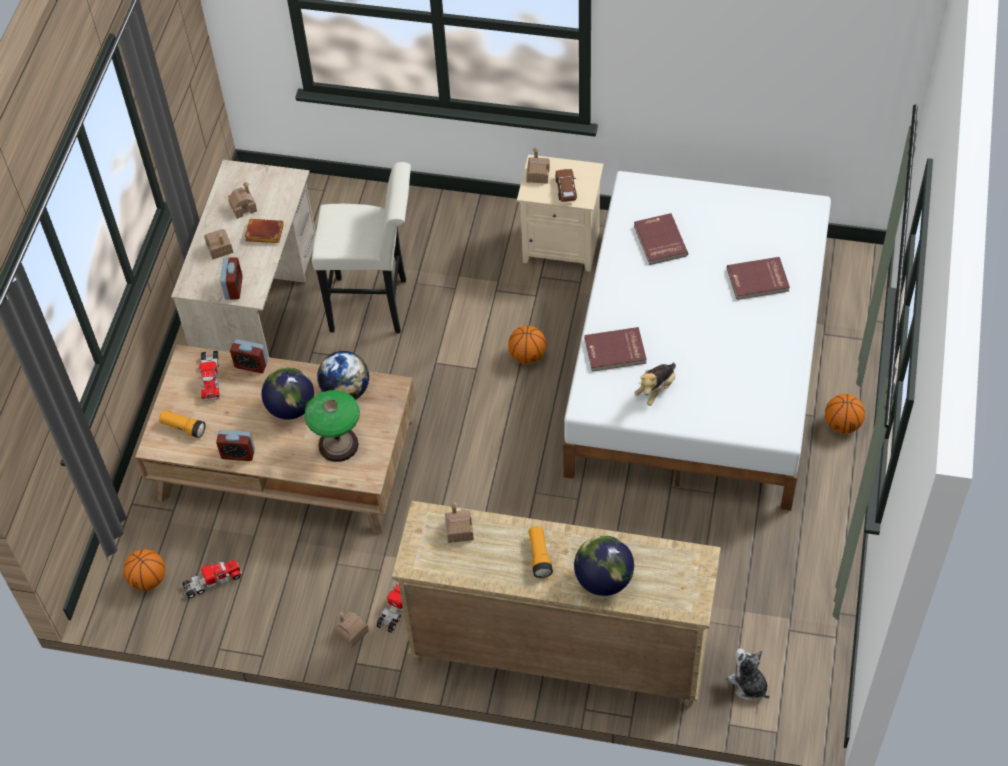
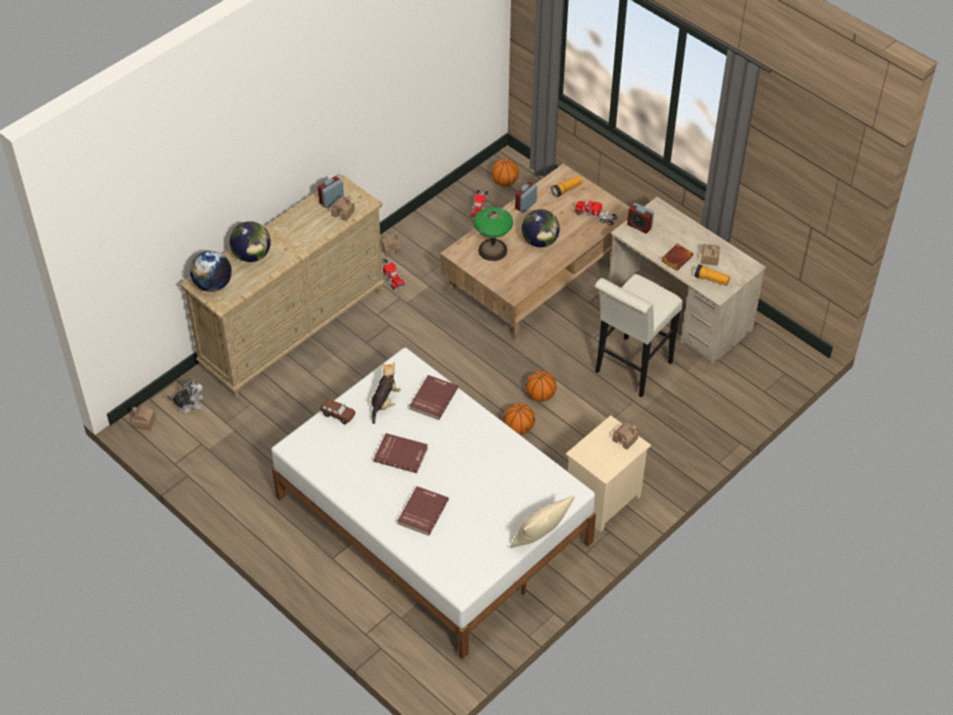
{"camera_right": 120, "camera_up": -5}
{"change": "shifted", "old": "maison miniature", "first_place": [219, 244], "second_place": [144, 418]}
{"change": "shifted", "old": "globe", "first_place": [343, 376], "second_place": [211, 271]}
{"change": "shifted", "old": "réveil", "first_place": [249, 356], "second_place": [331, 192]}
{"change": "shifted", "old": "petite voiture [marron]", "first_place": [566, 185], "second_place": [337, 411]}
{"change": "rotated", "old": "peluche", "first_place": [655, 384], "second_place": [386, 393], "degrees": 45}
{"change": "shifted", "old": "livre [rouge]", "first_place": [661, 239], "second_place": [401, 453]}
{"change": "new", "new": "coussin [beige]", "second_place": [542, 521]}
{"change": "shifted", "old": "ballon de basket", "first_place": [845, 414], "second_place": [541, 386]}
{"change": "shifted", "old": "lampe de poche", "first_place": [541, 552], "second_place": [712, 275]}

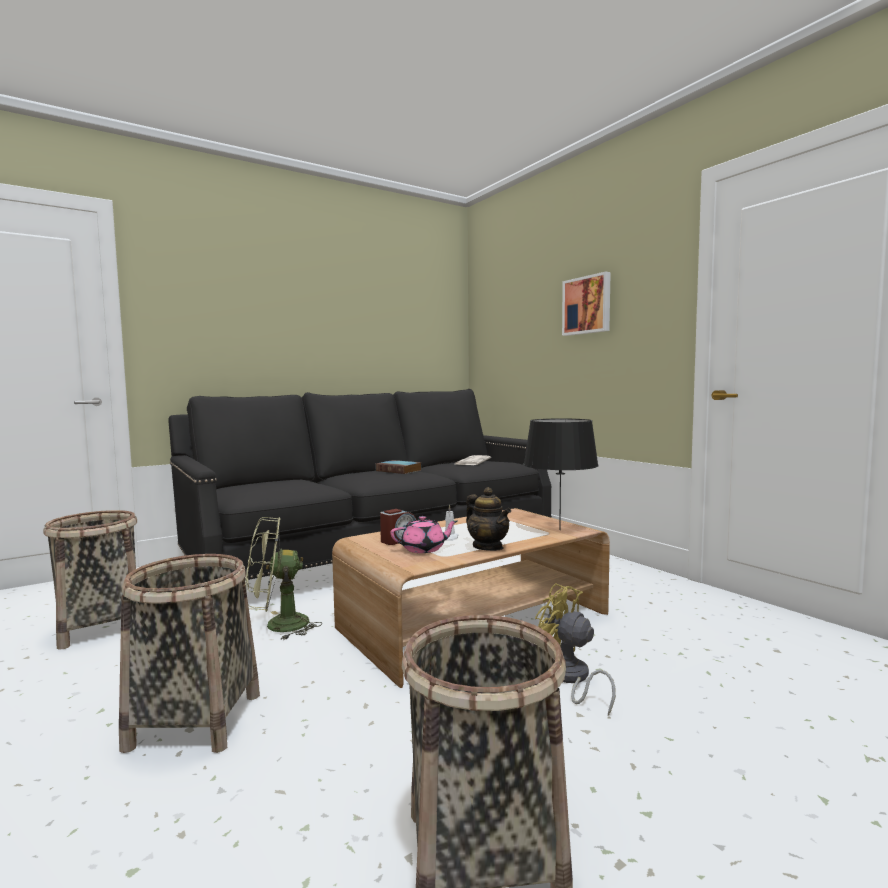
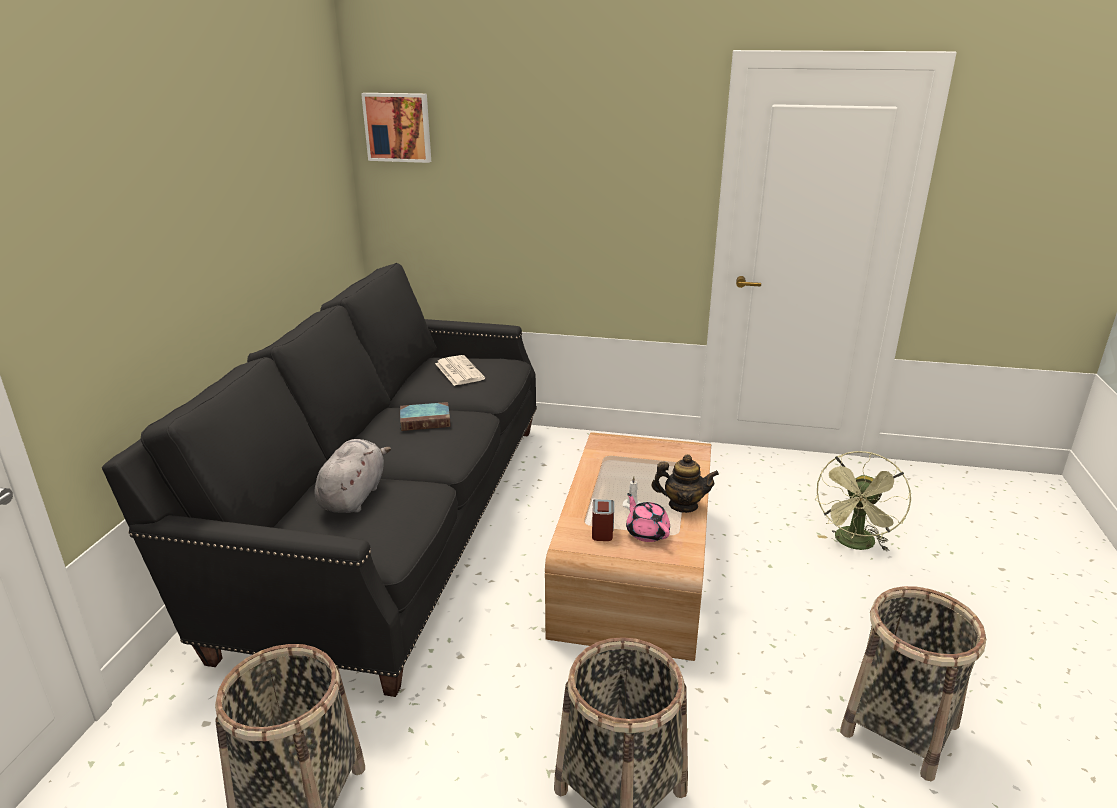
{"camera_right": -45, "camera_up": 20}
{"change": "new", "new": "peluche [gris]", "second_place": [352, 476]}
{"change": "shifted", "old": "tableau", "first_place": [586, 304], "second_place": [396, 128]}
{"change": "rotated", "old": "théière [rose]", "first_place": [424, 534], "second_place": [648, 517], "degrees": -60}
{"change": "shifted", "old": "ventilateur [vert]", "first_place": [283, 578], "second_place": [863, 501]}
{"change": "gone", "old": "lampe de table [noir]", "first_place": [561, 474]}
{"change": "gone", "old": "ventilateur [jaune]", "first_place": [575, 649]}

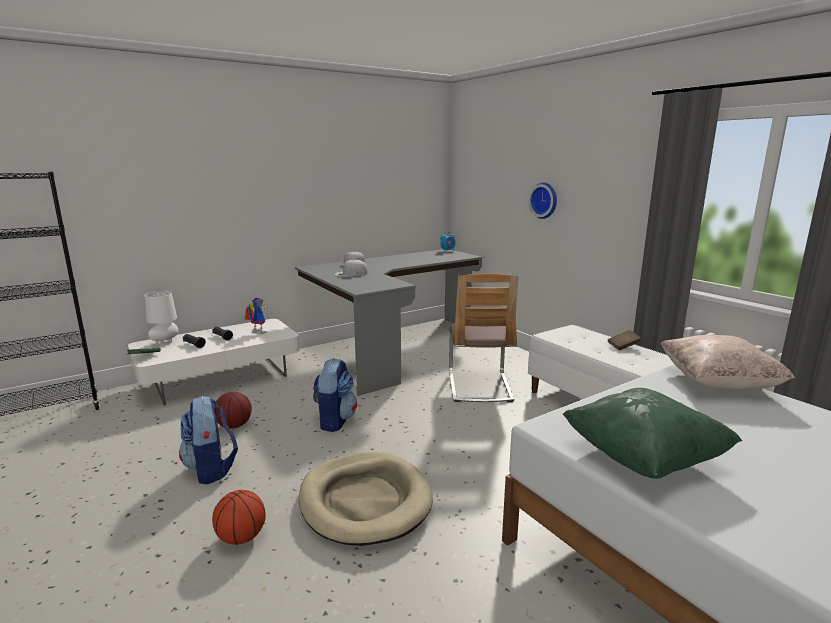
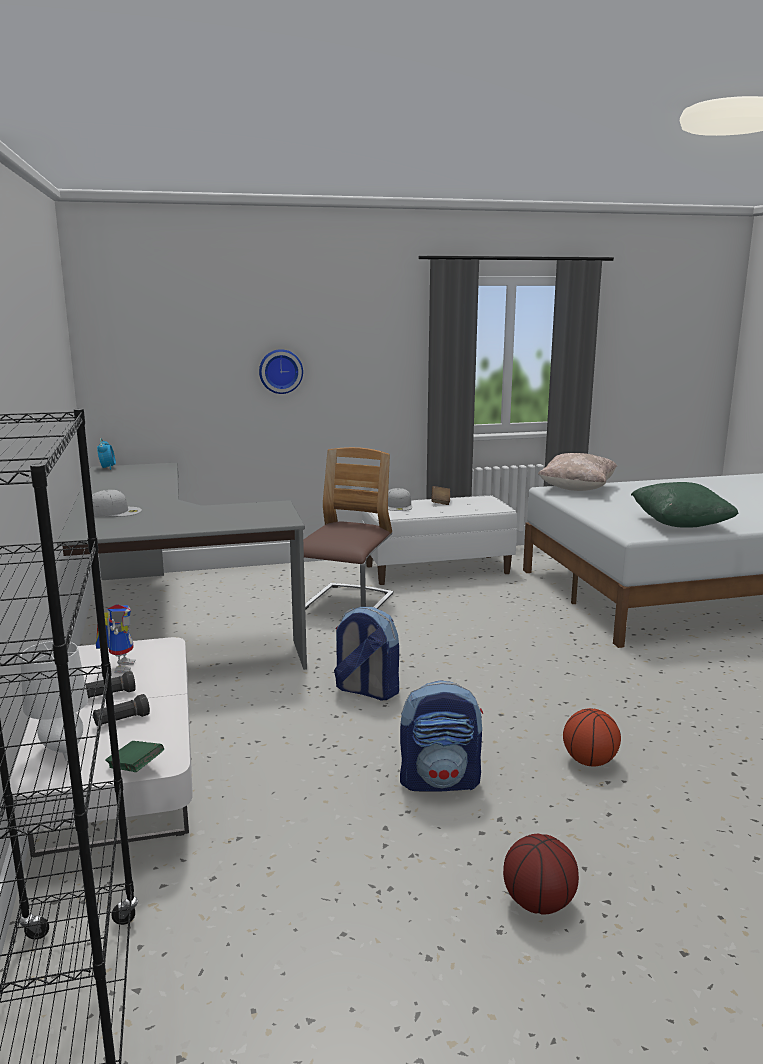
{"camera_right": -70, "camera_up": 0}
{"change": "rotated", "old": "robot jouet", "first_place": [256, 316], "second_place": [115, 638], "degrees": 120}
{"change": "rotated", "old": "chaise", "first_place": [484, 337], "second_place": [348, 528], "degrees": -90}
{"change": "shifted", "old": "casquette [blanc]", "first_place": [351, 268], "second_place": [400, 499]}
{"change": "shifted", "old": "ballon de basket", "first_place": [233, 410], "second_place": [541, 874]}
{"change": "gone", "old": "panier pour chien [beige]", "first_place": [366, 499]}

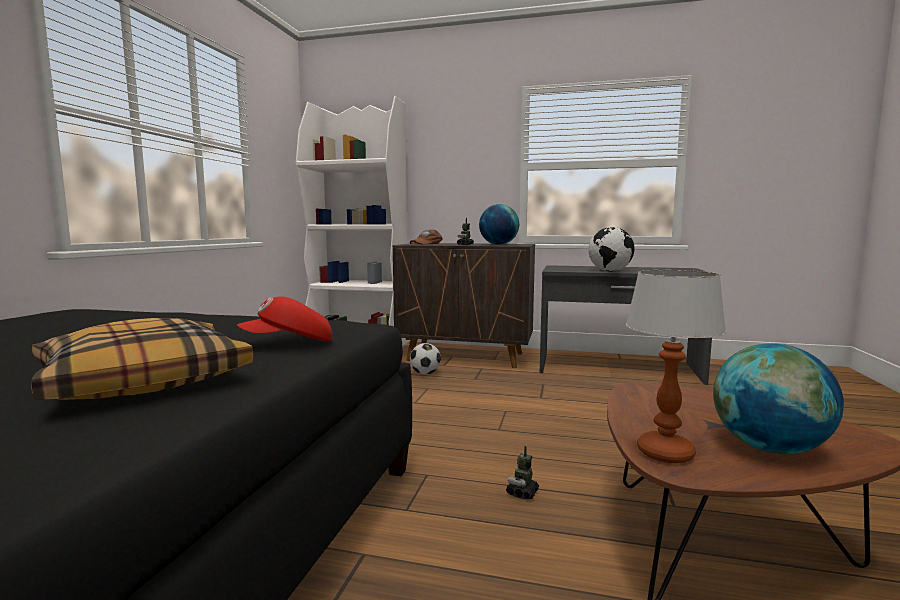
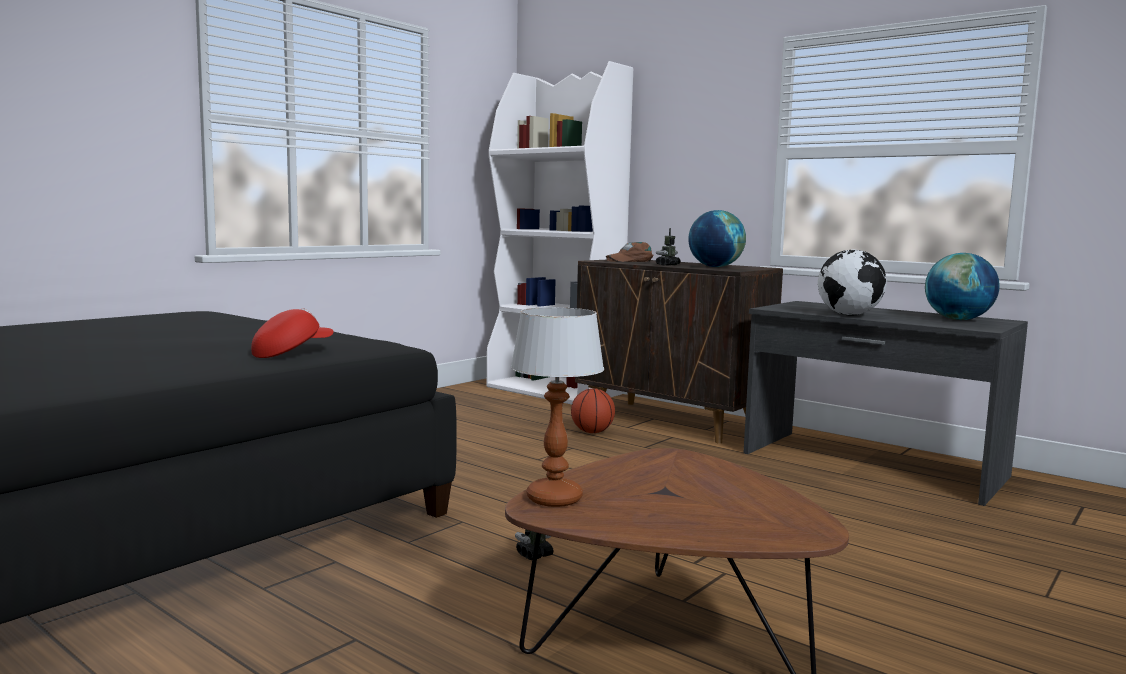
{"camera_right": 25, "camera_up": 0}
{"change": "rotated", "old": "casquette [rouge]", "first_place": [284, 318], "second_place": [292, 333], "degrees": 135}
{"change": "swapped", "old": "ballon de foot", "new": "ballon de basket", "first_place": [425, 358], "second_place": [593, 410]}
{"change": "shifted", "old": "globe", "first_place": [778, 398], "second_place": [962, 286]}
{"change": "gone", "old": "coussin", "first_place": [142, 359]}

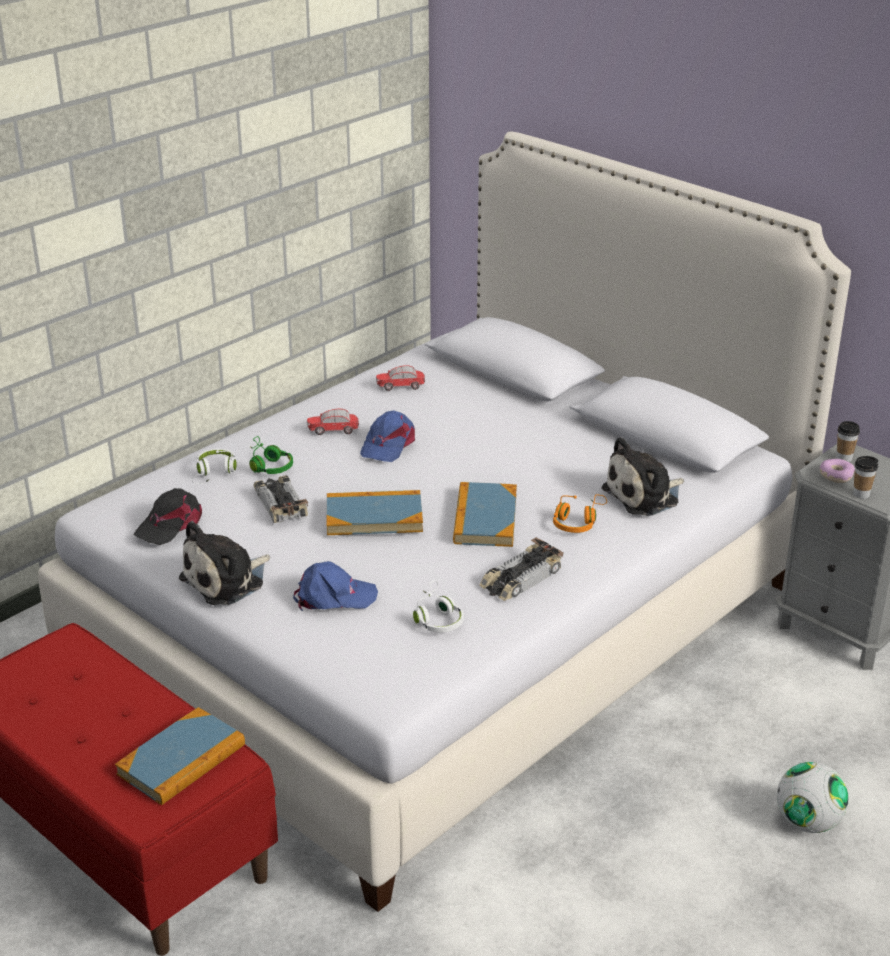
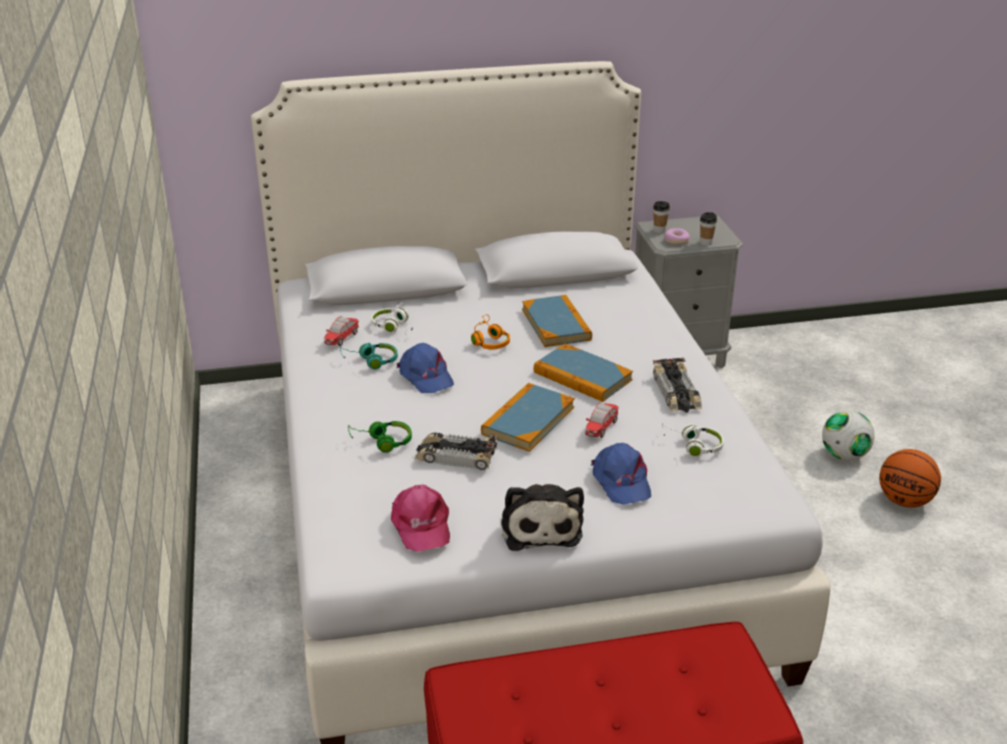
{"camera_right": -55, "camera_up": 0}
{"change": "new", "new": "casque audio [turquoise]", "second_place": [369, 356]}
{"change": "shifted", "old": "casque audio [blanc]", "first_place": [214, 466], "second_place": [392, 319]}
{"change": "repainted", "old": "casquette [noir]", "new": "casquette [rose]", "first_place": [168, 516], "second_place": [420, 518]}
{"change": "shifted", "old": "casque audio [orange]", "first_place": [580, 514], "second_place": [490, 331]}
{"change": "shifted", "old": "livre", "first_place": [180, 756], "second_place": [557, 321]}
{"change": "shifted", "old": "petite voiture", "first_place": [333, 422], "second_place": [602, 420]}
{"change": "rotated", "old": "casquette [bleu]", "first_place": [335, 586], "second_place": [621, 474], "degrees": 135}
{"change": "new", "new": "ballon de basket", "second_place": [910, 478]}
{"change": "gone", "old": "peluche", "first_place": [642, 476]}

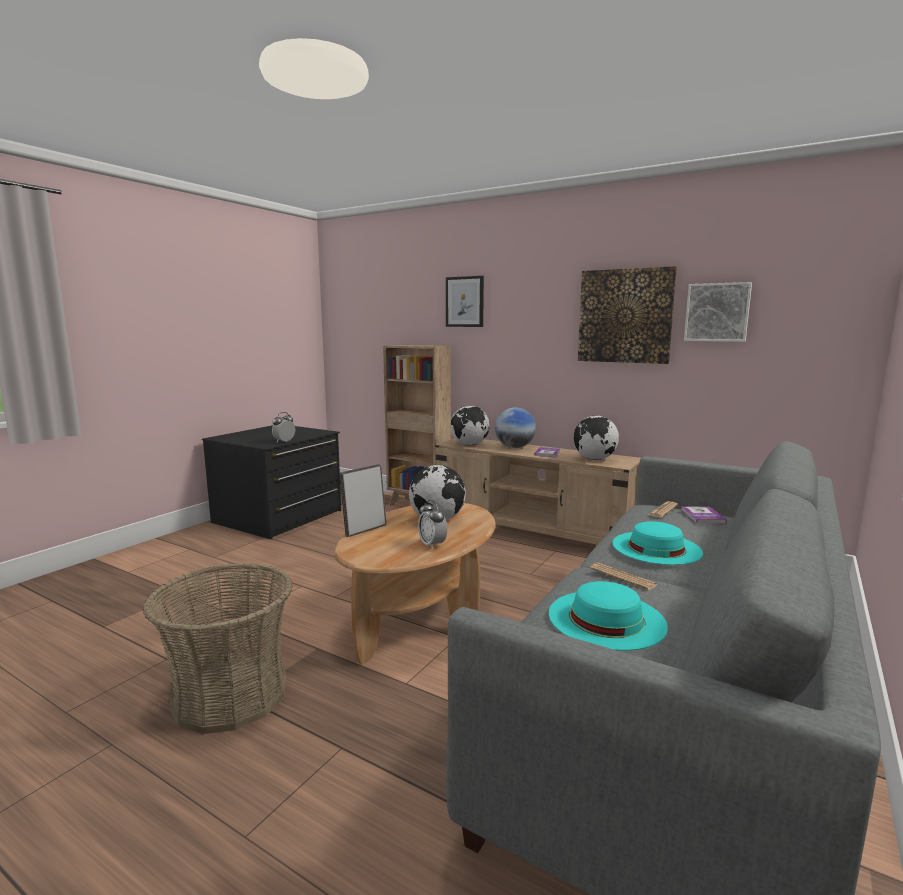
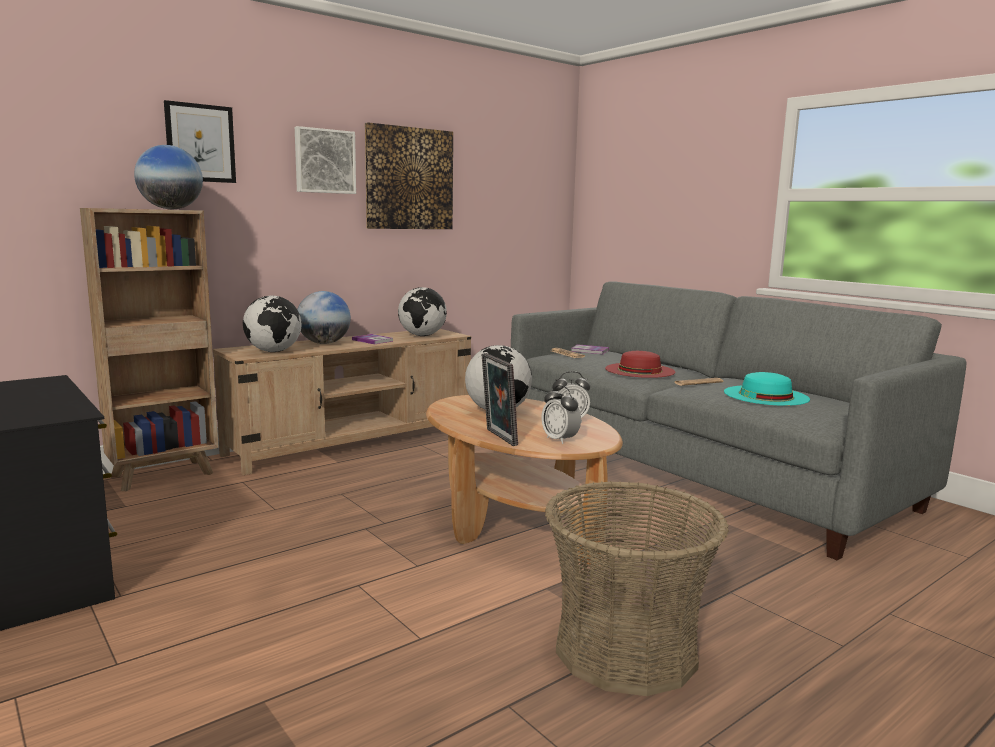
{"camera_right": -70, "camera_up": 0}
{"change": "new", "new": "globe", "second_place": [168, 177]}
{"change": "shifted", "old": "tableau", "first_place": [718, 312], "second_place": [325, 160]}
{"change": "shifted", "old": "réveil", "first_place": [283, 427], "second_place": [561, 414]}
{"change": "repainted", "old": "chapeau [turquoise]", "new": "chapeau [rouge]", "first_place": [657, 543], "second_place": [640, 364]}

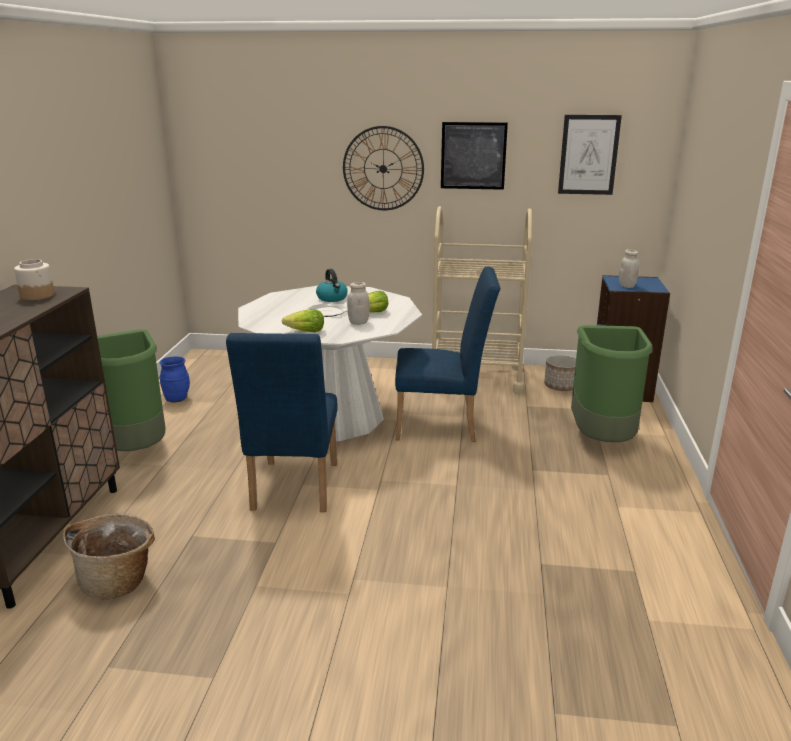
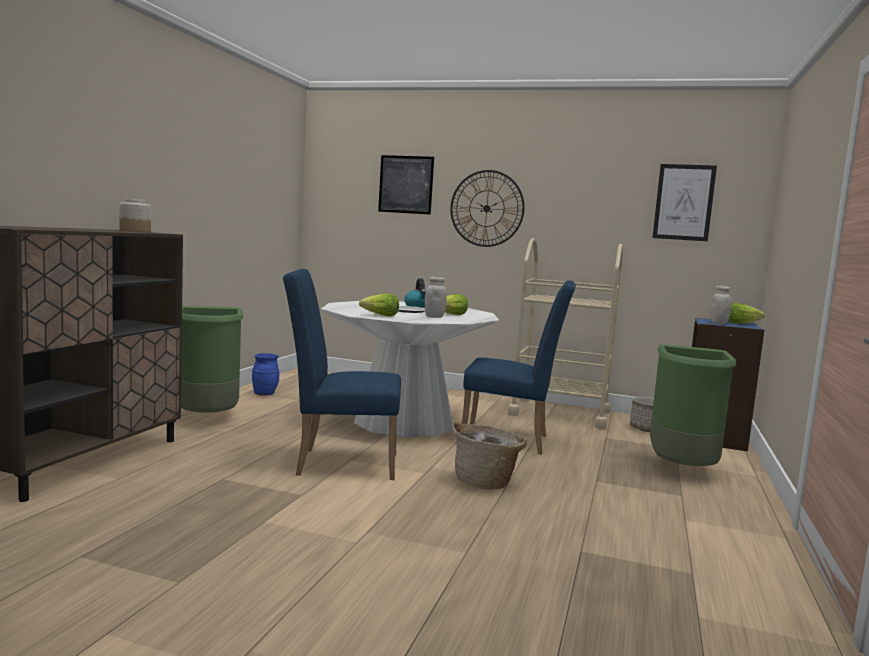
{"camera_right": 10, "camera_up": -15}
{"change": "rotated", "old": "chaise [bleu]", "first_place": [282, 422], "second_place": [342, 374], "degrees": 75}
{"change": "shifted", "old": "tableau", "first_place": [474, 156], "second_place": [406, 185]}
{"change": "shifted", "old": "panier", "first_place": [109, 556], "second_place": [489, 456]}
{"change": "new", "new": "laitue", "second_place": [746, 313]}

